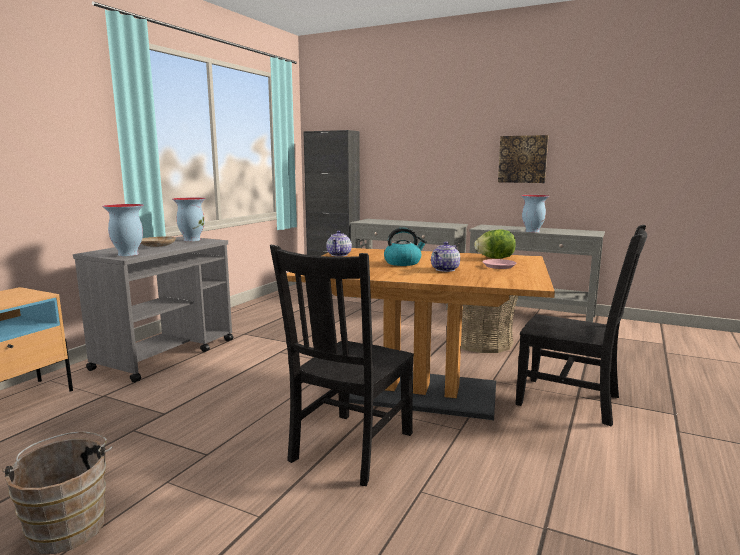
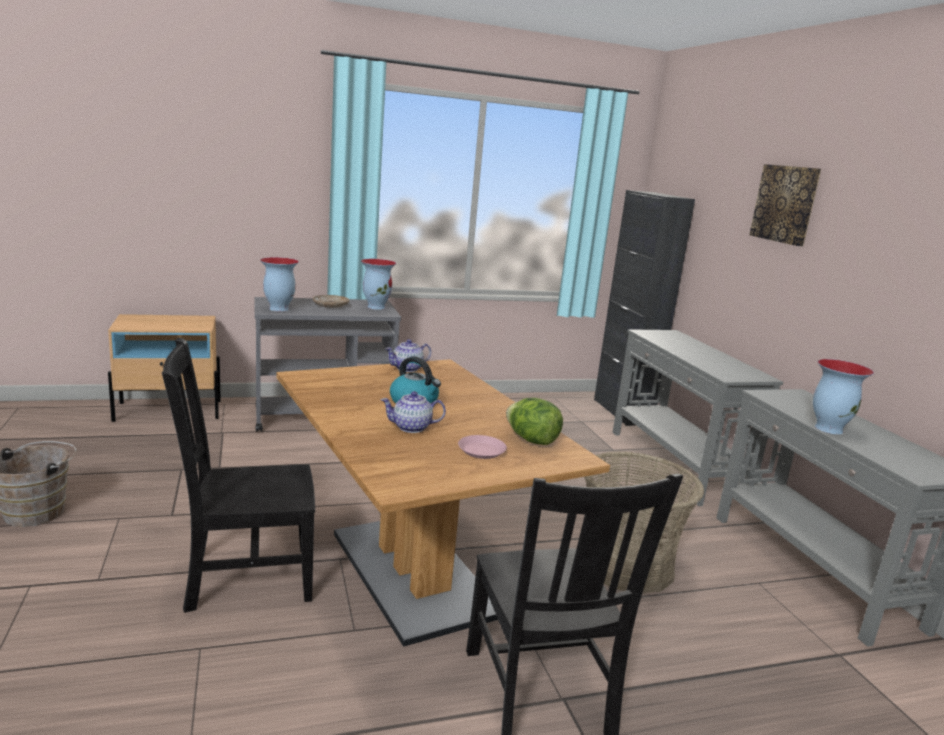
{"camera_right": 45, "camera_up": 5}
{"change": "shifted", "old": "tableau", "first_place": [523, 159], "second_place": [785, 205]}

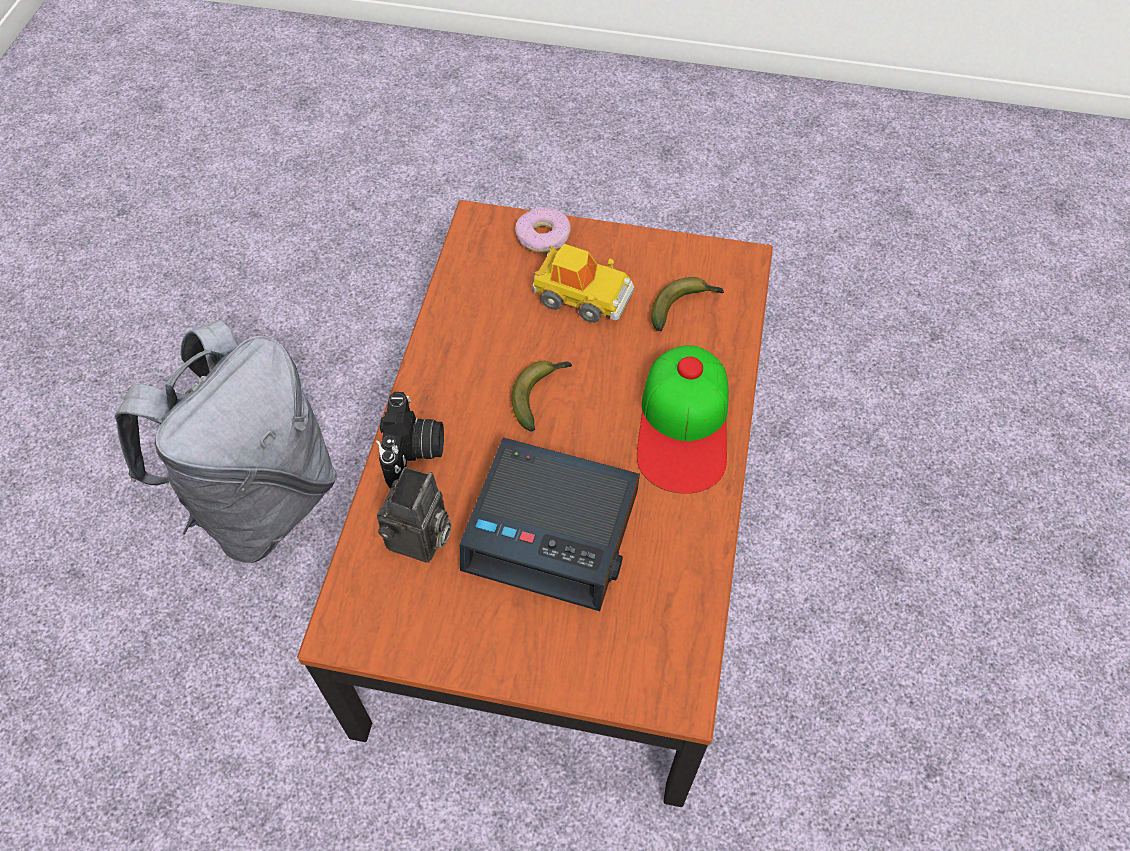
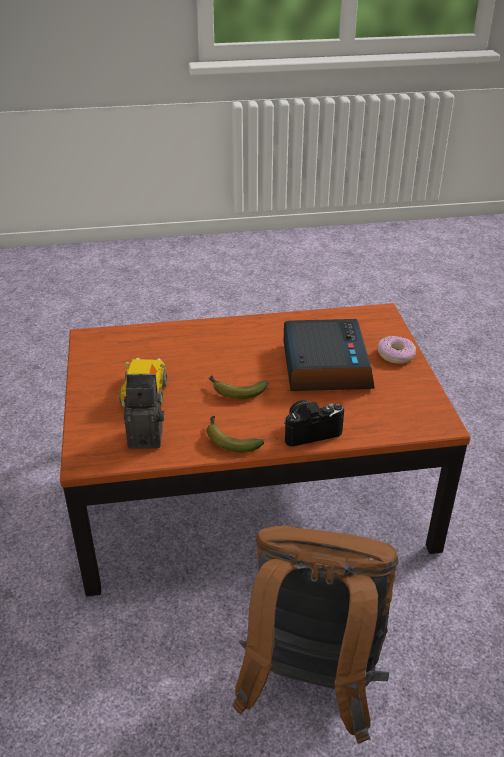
{"camera_right": -110, "camera_up": -20}
{"change": "shifted", "old": "appareil photo", "first_place": [414, 515], "second_place": [144, 411]}
{"change": "shifted", "old": "banane", "first_place": [687, 304], "second_place": [235, 434]}
{"change": "repainted", "old": "sac à dos [gris]", "new": "sac à dos [marron]", "first_place": [226, 441], "second_place": [316, 635]}
{"change": "shifted", "old": "beignet", "first_place": [543, 230], "second_place": [396, 349]}
{"change": "gone", "old": "casquette", "first_place": [683, 419]}

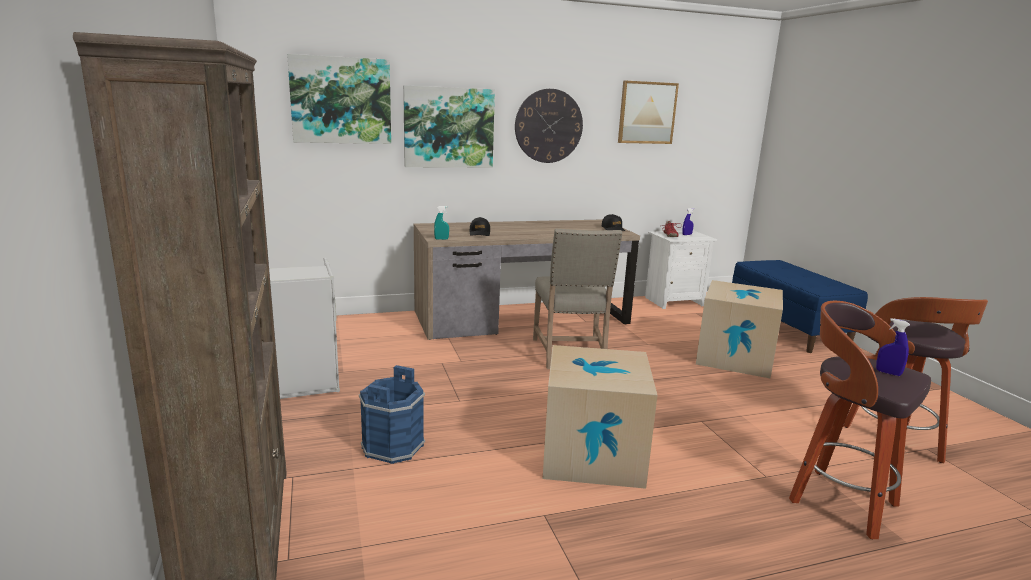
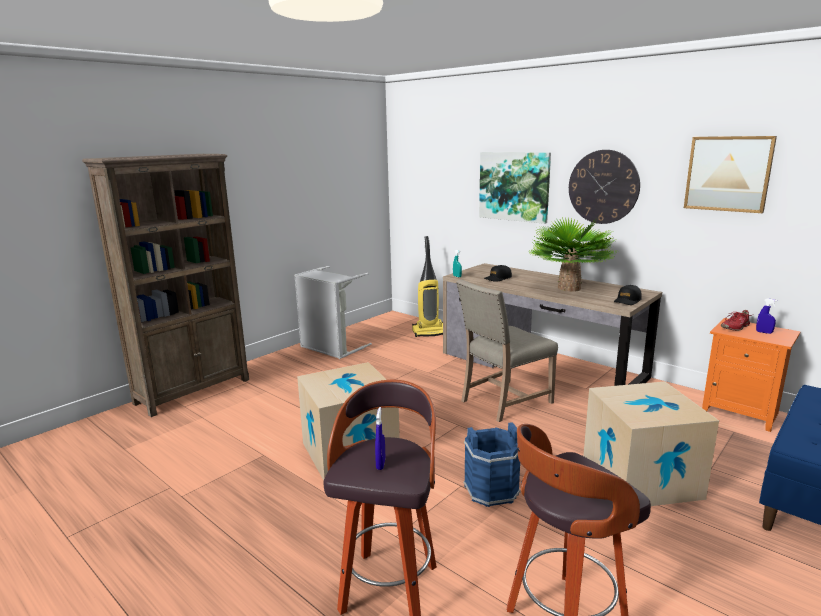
{"camera_right": 60, "camera_up": 0}
{"change": "new", "new": "aspirateur", "second_place": [427, 286]}
{"change": "shifted", "old": "seau [bleu]", "first_place": [392, 414], "second_place": [492, 464]}
{"change": "new", "new": "plante en pot", "second_place": [573, 254]}
{"change": "repainted", "old": "table de chevet [blanc]", "new": "table de chevet [orange]", "first_place": [681, 269], "second_place": [751, 375]}
{"change": "gone", "old": "tableau", "first_place": [339, 99]}

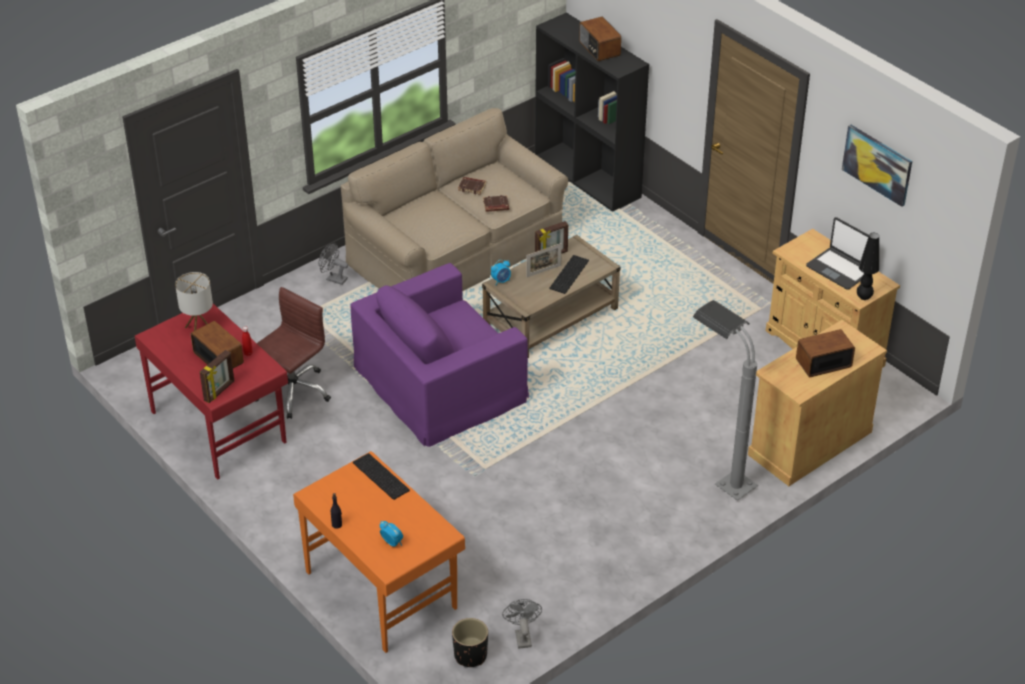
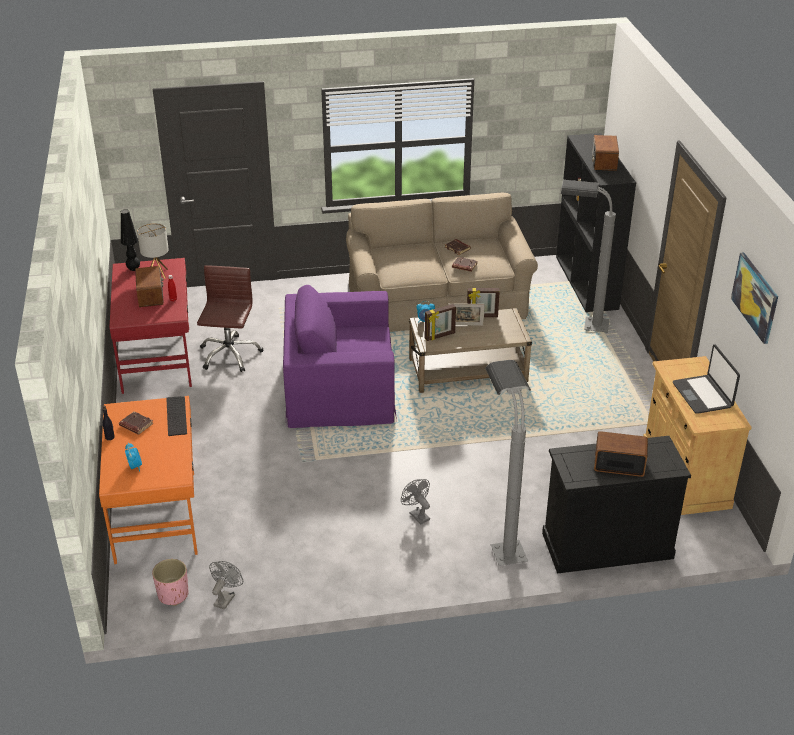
{"camera_right": 30, "camera_up": -5}
{"change": "new", "new": "livre [marron]", "second_place": [136, 423]}
{"change": "shifted", "old": "lampe de table [noir]", "first_place": [868, 266], "second_place": [130, 240]}
{"change": "repainted", "old": "cache-pot [noir]", "new": "cache-pot [rose]", "first_place": [470, 642], "second_place": [170, 582]}
{"change": "rotated", "old": "chaise de bureau [marron]", "first_place": [293, 353], "second_place": [230, 318], "degrees": -60}
{"change": "shifted", "old": "ventilateur [gris]", "first_place": [333, 264], "second_place": [415, 501]}
{"change": "shifted", "old": "cadre photo", "first_place": [217, 376], "second_place": [440, 322]}
{"change": "repainted", "old": "meuble de rangement [beige]", "new": "meuble de rangement [noir]", "first_place": [817, 403], "second_place": [616, 505]}
{"change": "new", "new": "lampadaire [gris]", "second_place": [588, 256]}
{"change": "gone", "old": "clavier", "first_place": [569, 274]}

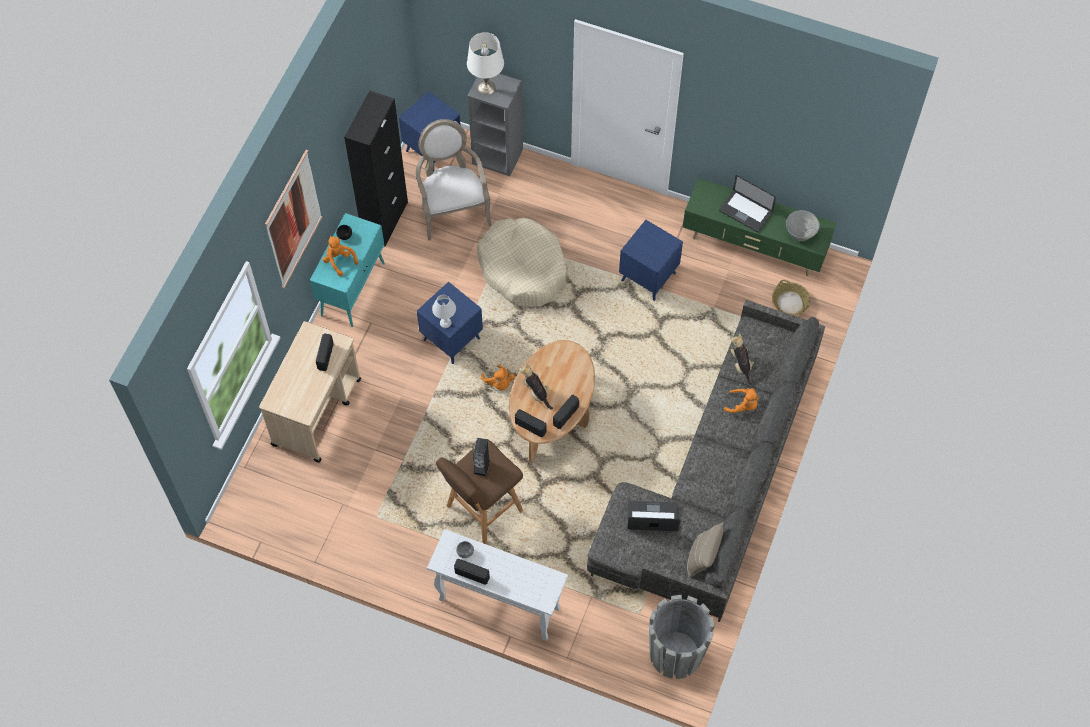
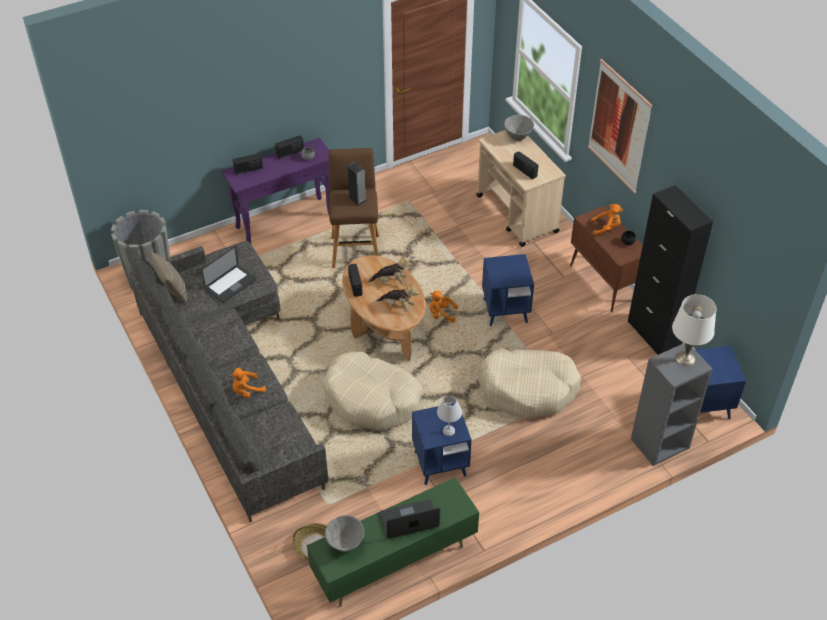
{"camera_right": 130, "camera_up": -15}
{"change": "repainted", "old": "table console [blanc]", "new": "table console [violet]", "first_place": [497, 585], "second_place": [276, 191]}
{"change": "shifted", "old": "radio", "first_place": [531, 423], "second_place": [248, 164]}
{"change": "new", "new": "panier pour chien [beige]", "second_place": [372, 391]}
{"change": "shifted", "old": "peluche", "first_place": [742, 359], "second_place": [398, 297]}
{"change": "shifted", "old": "lampe de table [blanc]", "first_place": [444, 311], "second_place": [449, 416]}
{"change": "new", "new": "bol [gris]", "second_place": [519, 128]}
{"change": "repainted", "old": "meuble de rangement [turquoise]", "new": "meuble de rangement [marron]", "first_place": [347, 270], "second_place": [606, 259]}
{"change": "gone", "old": "fauteuil", "first_place": [453, 180]}

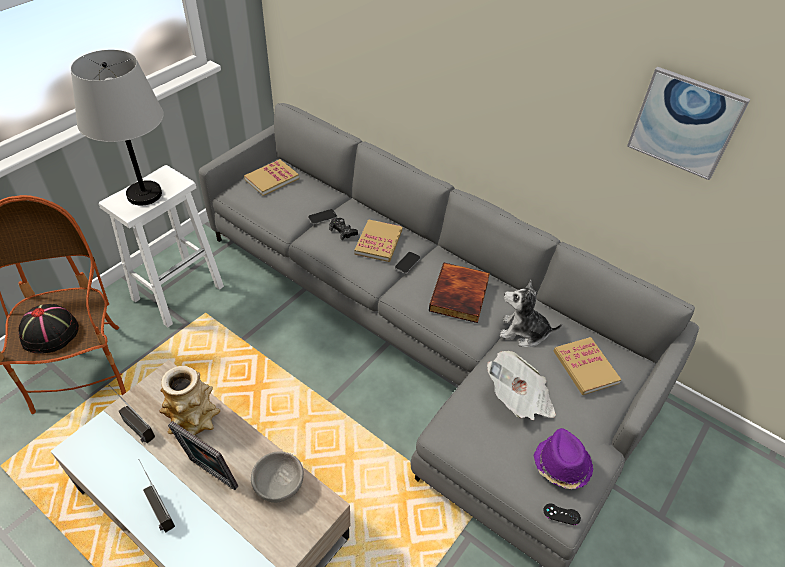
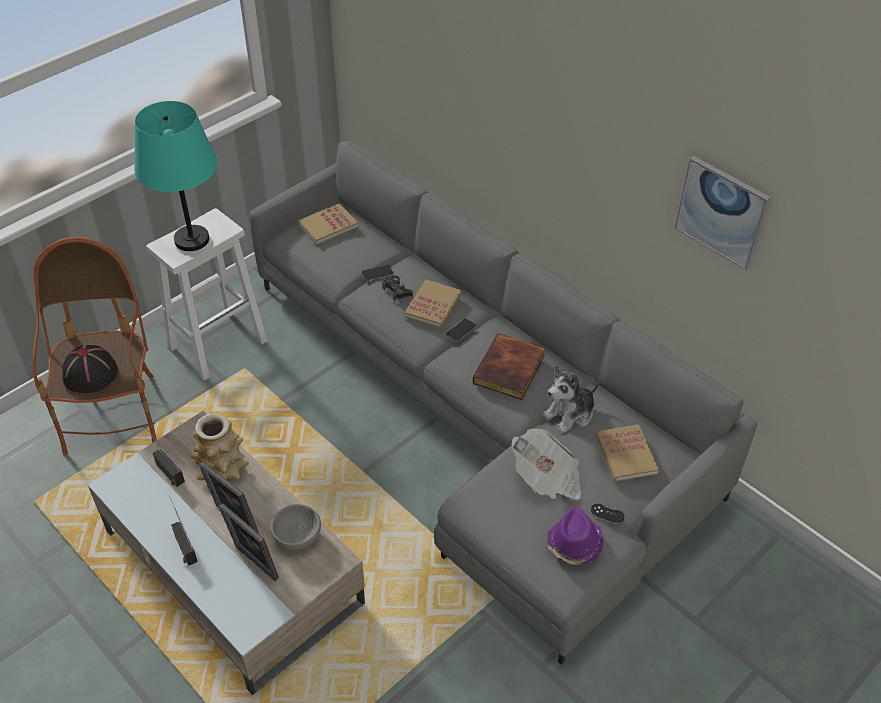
{"camera_right": 10, "camera_up": 0}
{"change": "repainted", "old": "lampe de table [gris]", "new": "lampe de table [turquoise]", "first_place": [117, 127], "second_place": [175, 176]}
{"change": "new", "new": "cadre photo", "second_place": [249, 542]}
{"change": "rotated", "old": "peluche", "first_place": [531, 313], "second_place": [571, 399], "degrees": -60}
{"change": "shifted", "old": "manette [noir]", "first_place": [562, 514], "second_place": [607, 513]}

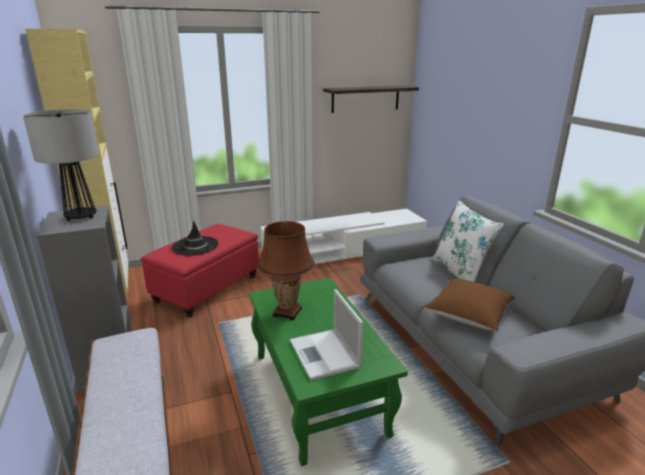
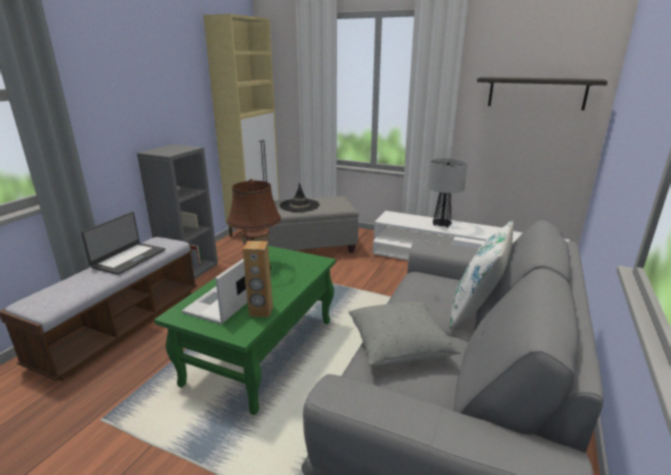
{"camera_right": 45, "camera_up": 0}
{"change": "new", "new": "ordinateur portable", "second_place": [123, 243]}
{"change": "new", "new": "enceinte [marron]", "second_place": [258, 279]}
{"change": "repainted", "old": "pouf [rouge]", "new": "pouf [gris]", "first_place": [200, 270], "second_place": [313, 224]}
{"change": "repainted", "old": "coussin [marron]", "new": "coussin [gris]", "first_place": [470, 305], "second_place": [404, 334]}
{"change": "shifted", "old": "lampe de table", "first_place": [61, 165], "second_place": [447, 193]}

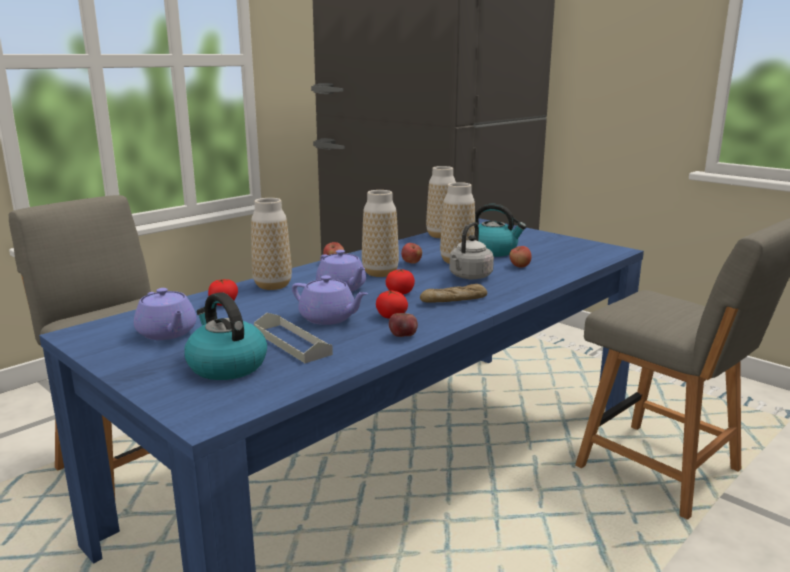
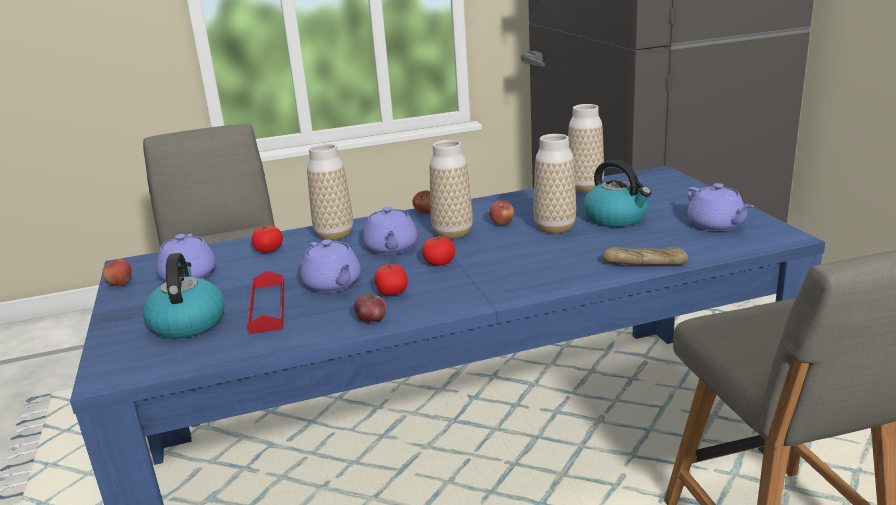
{"camera_right": 30, "camera_up": 5}
{"change": "shifted", "old": "pomme", "first_place": [520, 256], "second_place": [116, 272]}
{"change": "repainted", "old": "plateau [gris]", "new": "plateau [rouge]", "first_place": [293, 338], "second_place": [265, 302]}
{"change": "shifted", "old": "pain", "first_place": [453, 293], "second_place": [645, 256]}
{"change": "new", "new": "théière [violet]", "second_place": [720, 207]}
{"change": "gone", "old": "bouilloire [gris]", "first_place": [472, 250]}

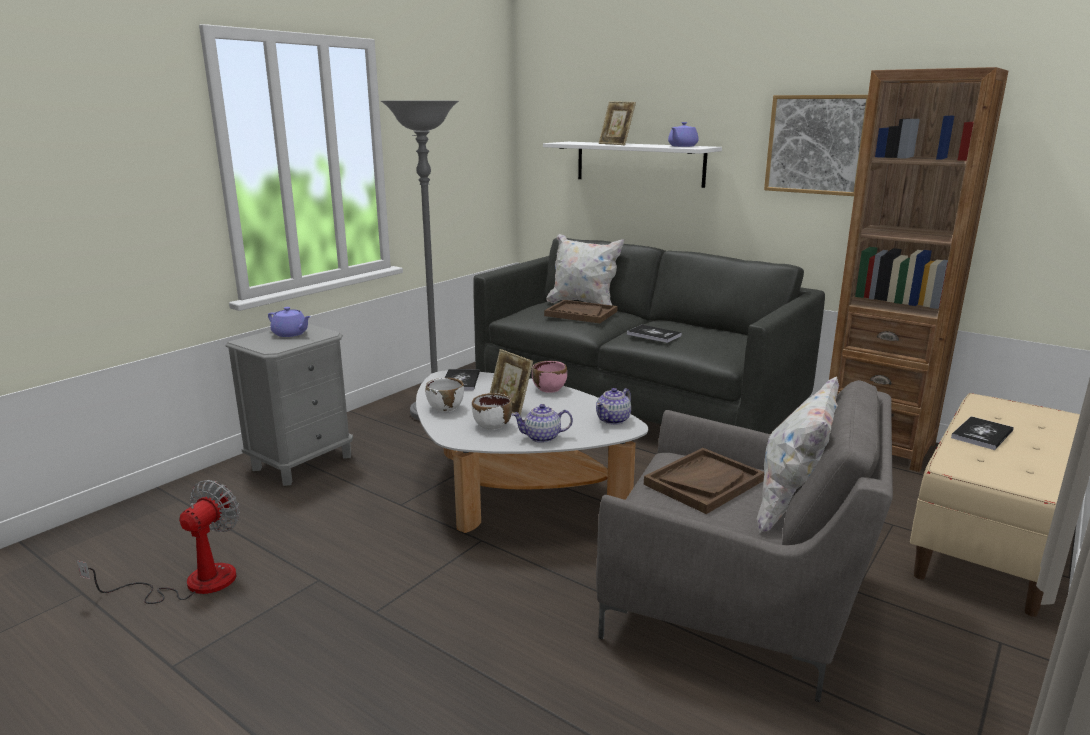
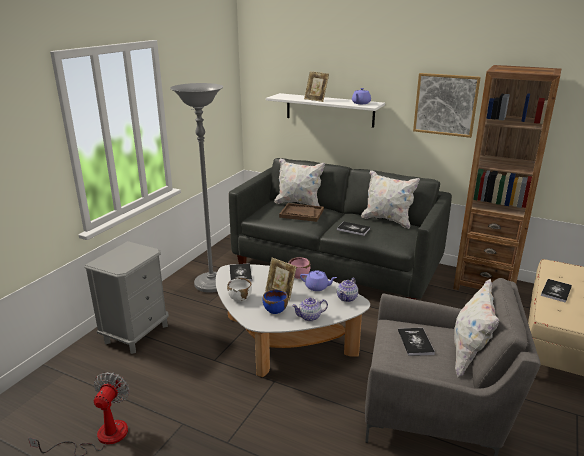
{"camera_right": -10, "camera_up": 5}
{"change": "repainted", "old": "bol [blanc]", "new": "bol [bleu]", "first_place": [492, 411], "second_place": [275, 301]}
{"change": "shifted", "old": "théière [violet]", "first_place": [289, 322], "second_place": [318, 280]}
{"change": "new", "new": "coussin [blanc]", "second_place": [390, 199]}
{"change": "swapped", "old": "plateau [marron]", "new": "livre", "first_place": [704, 481], "second_place": [416, 342]}

